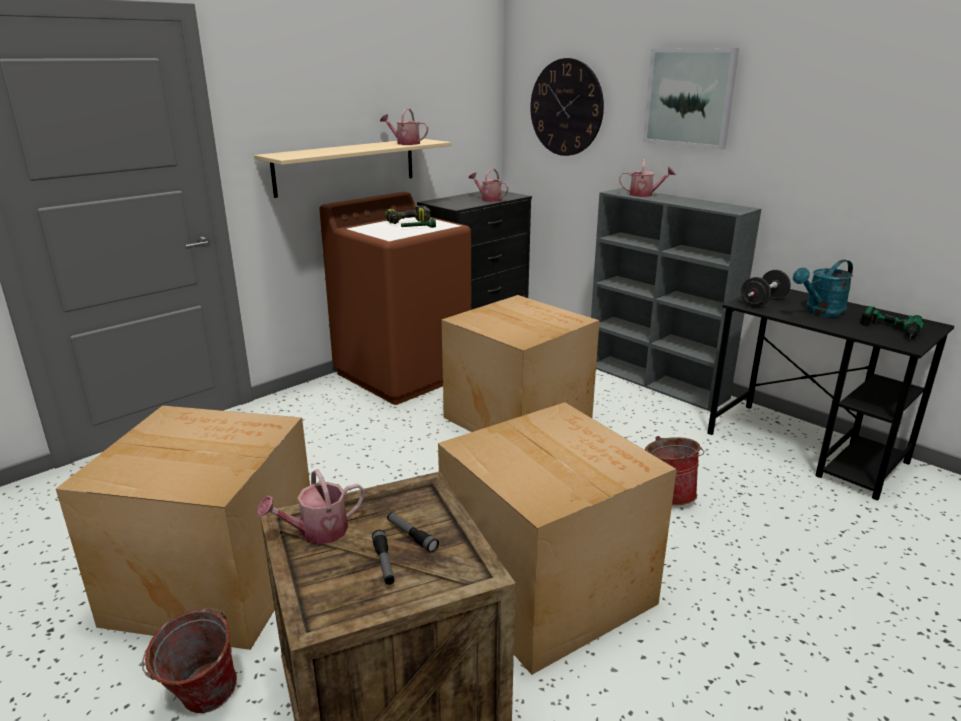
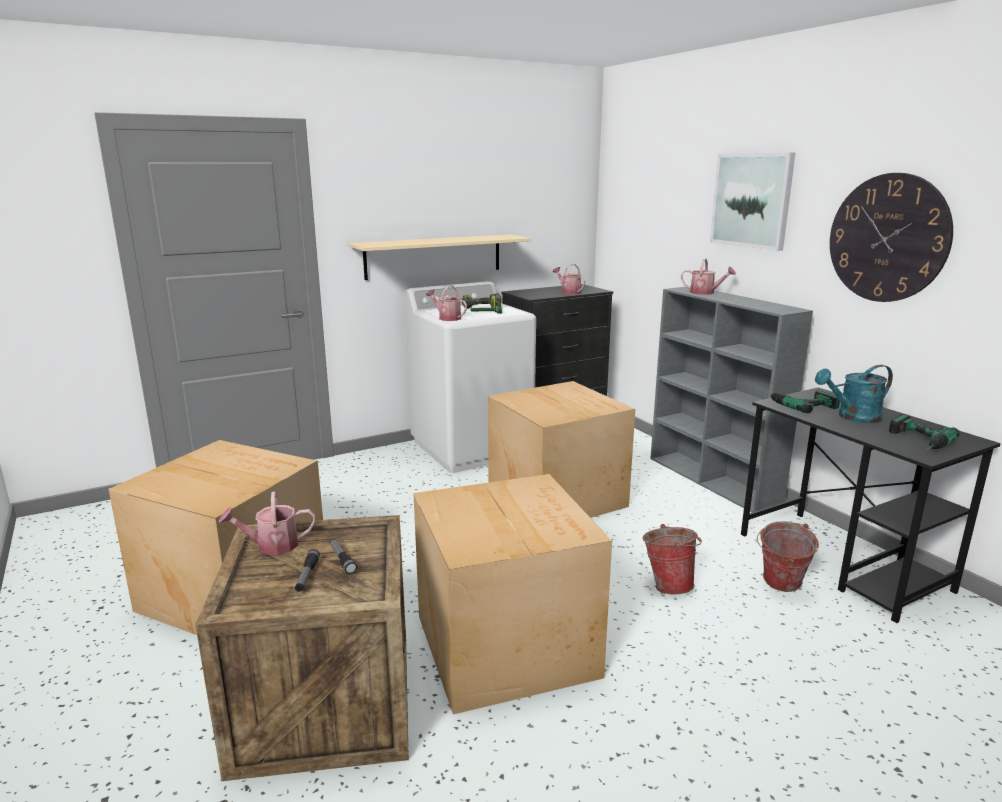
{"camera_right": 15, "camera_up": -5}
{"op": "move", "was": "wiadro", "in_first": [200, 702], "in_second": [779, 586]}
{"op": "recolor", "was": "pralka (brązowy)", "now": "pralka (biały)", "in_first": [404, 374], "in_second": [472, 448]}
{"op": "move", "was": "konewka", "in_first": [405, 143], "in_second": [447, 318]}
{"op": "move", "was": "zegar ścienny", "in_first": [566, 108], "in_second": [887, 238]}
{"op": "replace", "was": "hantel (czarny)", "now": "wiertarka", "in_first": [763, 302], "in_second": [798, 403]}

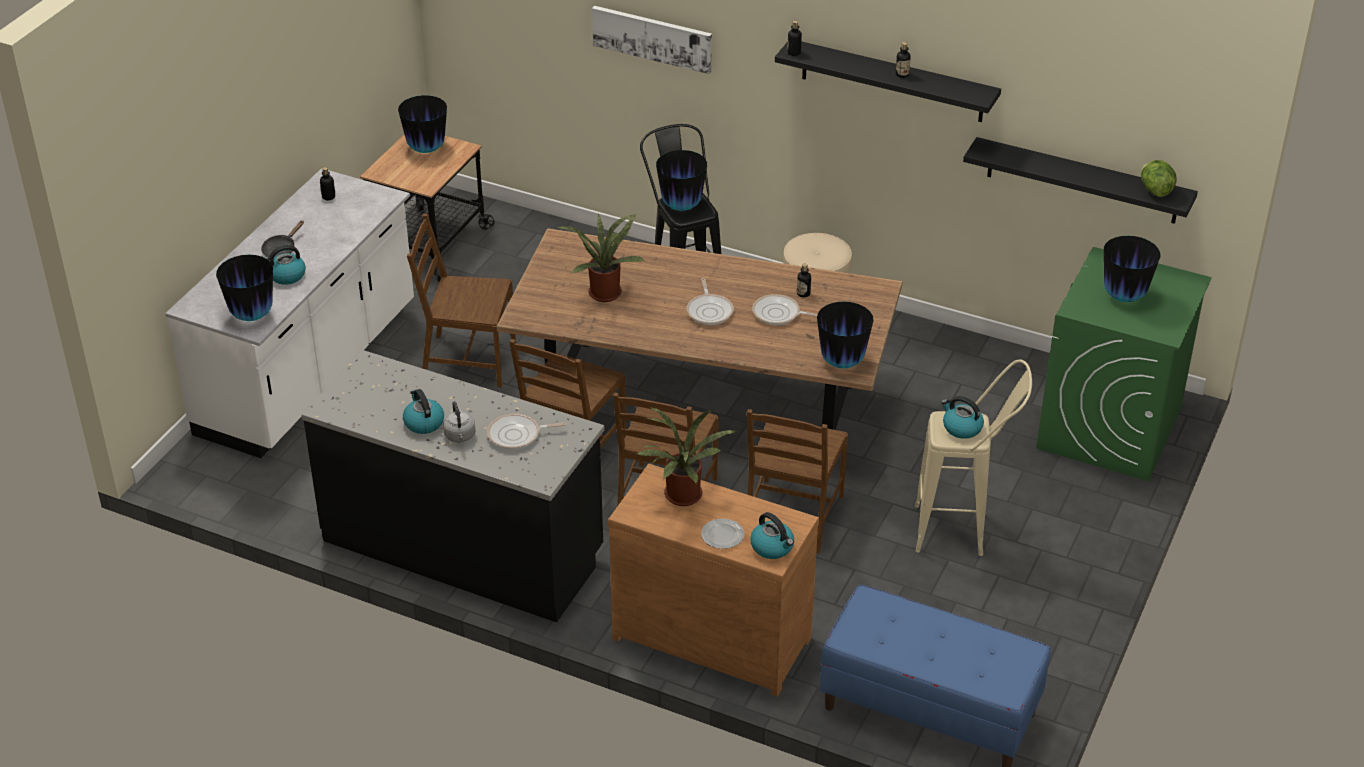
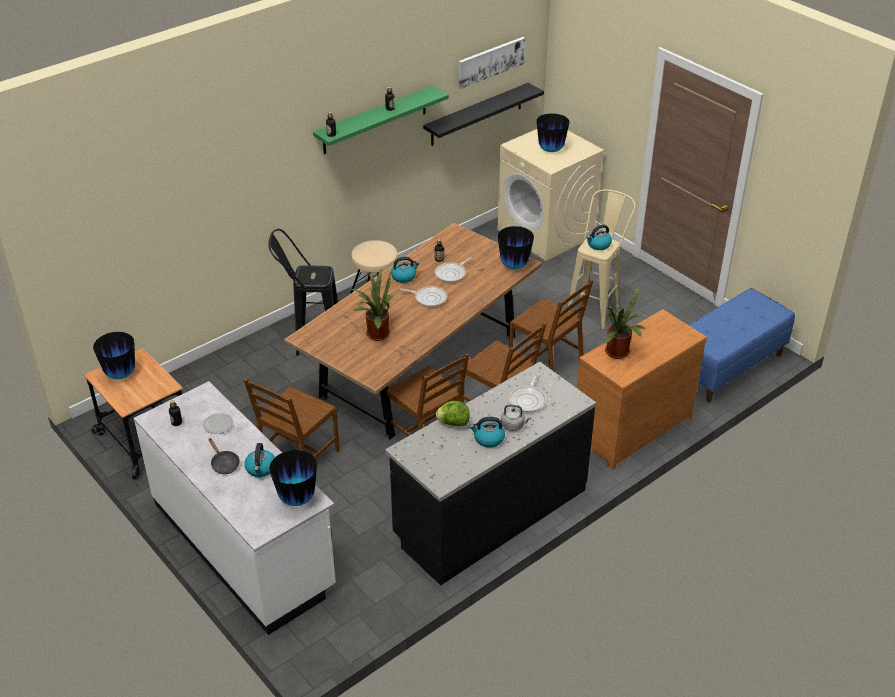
{"camera_right": -65, "camera_up": 0}
{"op": "move", "was": "obraz", "in_first": [652, 38], "in_second": [490, 61]}
{"op": "delete", "was": "wazon", "in_first": [681, 206]}
{"op": "move", "was": "talerz", "in_first": [722, 536], "in_second": [218, 425]}
{"op": "move", "was": "czajnik", "in_first": [773, 547], "in_second": [404, 277]}
{"op": "recolor", "was": "półka (czarny)", "now": "półka (zielony)", "in_first": [892, 81], "in_second": [375, 120]}
{"op": "recolor", "was": "pralka (zielony)", "now": "pralka (beżowy)", "in_first": [1109, 429], "in_second": [546, 233]}
{"op": "move", "was": "sałata", "in_first": [1155, 190], "in_second": [453, 423]}

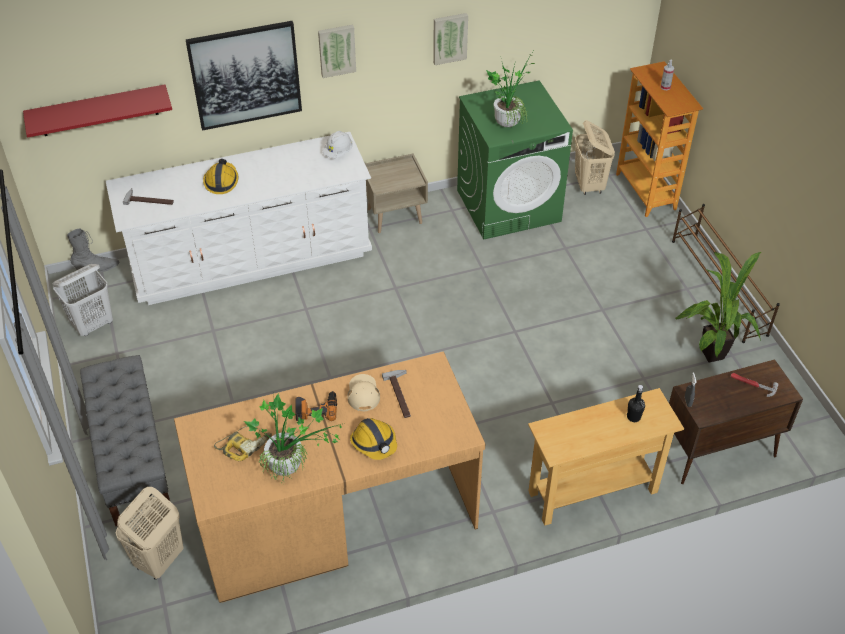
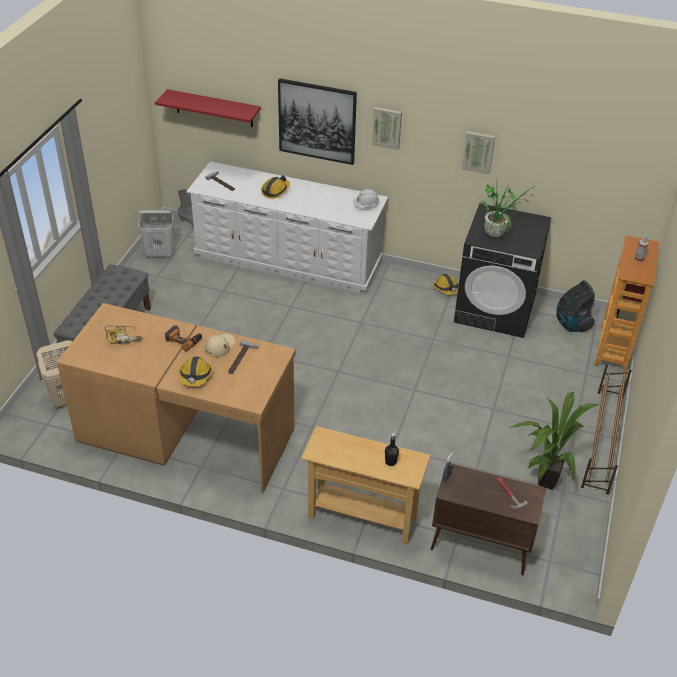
{"camera_right": 35, "camera_up": -5}
{"op": "delete", "was": "roślina doniczkowa", "in_first": [293, 465]}
{"op": "delete", "was": "szafka nocna (beżowy)", "in_first": [395, 215]}
{"op": "recolor", "was": "pralka (zielony)", "now": "pralka (czarny)", "in_first": [509, 205], "in_second": [495, 309]}
{"op": "replace", "was": "kosz na pranie (beżowy)", "now": "odkurzacz", "in_first": [589, 185], "in_second": [571, 324]}
{"op": "insert", "now": "kask", "in_second": [446, 288]}

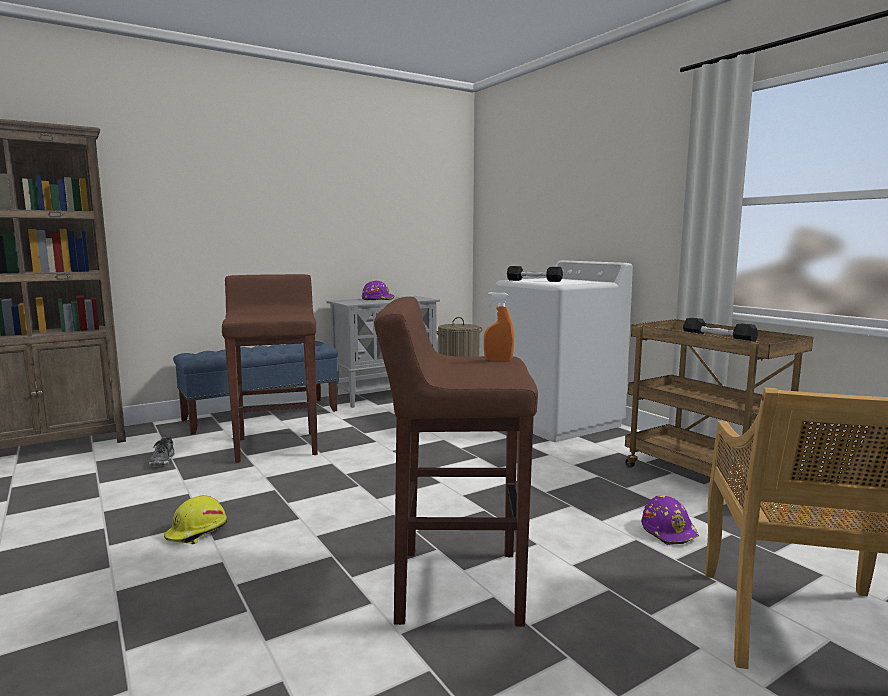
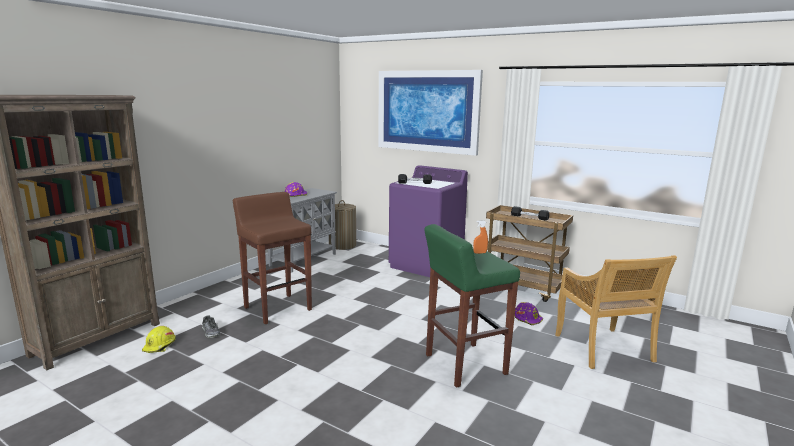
{"camera_right": -25, "camera_up": 5}
{"op": "move", "was": "kask (żółty)", "in_first": [197, 532], "in_second": [160, 346]}
{"op": "delete", "was": "ławka (niebieski)", "in_first": [261, 415]}
{"op": "recolor", "was": "stołek (brązowy)", "now": "stołek (zielony)", "in_first": [456, 586], "in_second": [464, 364]}
{"op": "recolor", "was": "pralka (biały)", "now": "pralka (fioletowy)", "in_first": [557, 422], "in_second": [426, 265]}
{"op": "insert", "now": "obraz", "in_second": [427, 111]}

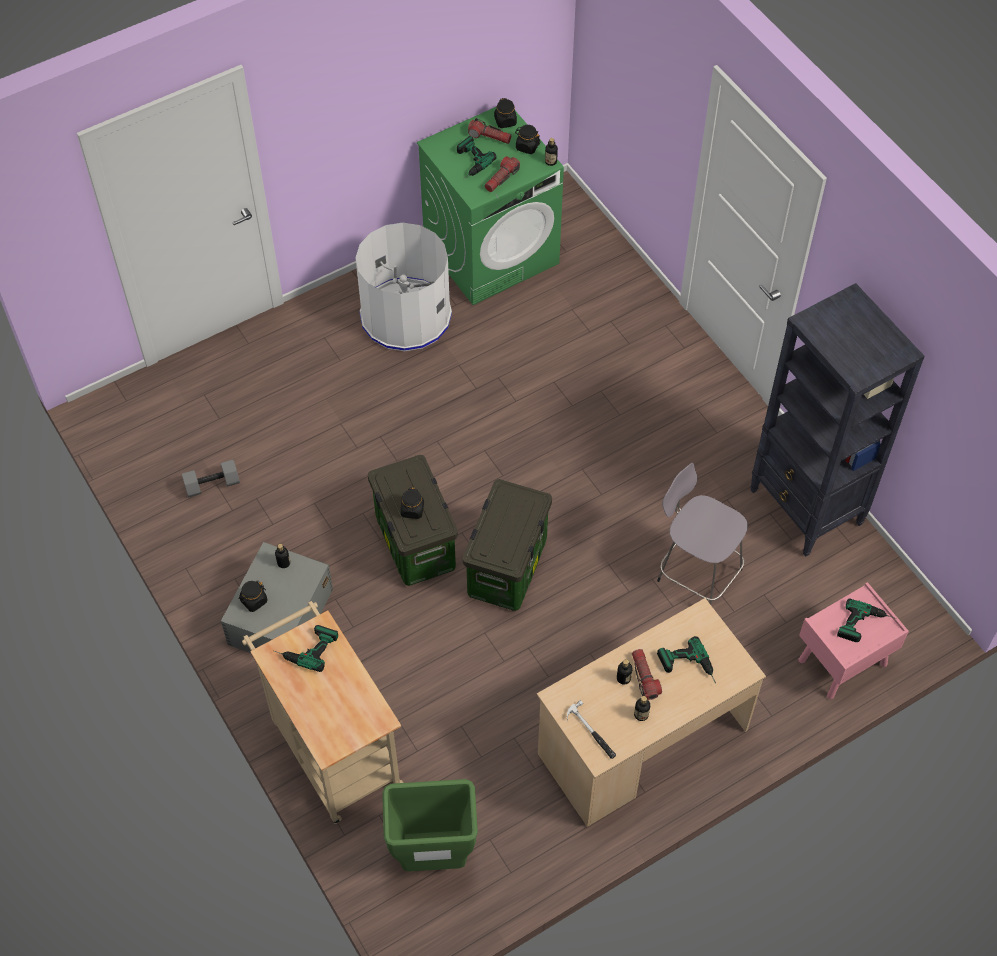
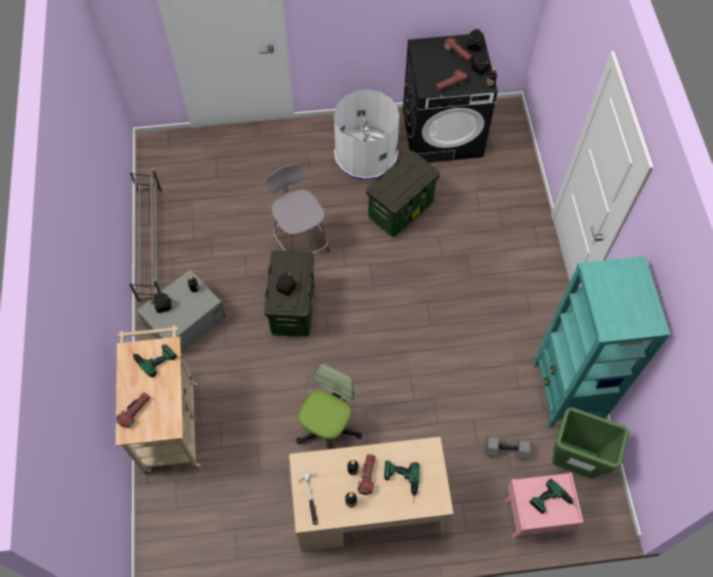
{"camera_right": 25, "camera_up": 5}
{"op": "move", "was": "hantel (szary)", "in_first": [212, 485], "in_second": [505, 450]}
{"op": "move", "was": "kosz na śmieci (zielony)", "in_first": [432, 857], "in_second": [572, 462]}
{"op": "recolor", "was": "pralka (zielony)", "now": "pralka (czarny)", "in_first": [491, 252], "in_second": [442, 133]}
{"op": "delete", "was": "wiertarka", "in_first": [468, 163]}
{"op": "move", "was": "pojemnik do przechowywania", "in_first": [507, 566], "in_second": [400, 209]}
{"op": "move", "was": "stołek (szary)", "in_first": [697, 573], "in_second": [300, 242]}
{"op": "recolor", "was": "regał (czarny)", "now": "regał (turkusowy)", "in_first": [806, 508], "in_second": [566, 393]}
{"op": "insert", "now": "latarka", "in_second": [135, 411]}
{"op": "insert", "now": "regał na buty (szary)", "in_second": [150, 243]}
{"op": "insert", "now": "krzesło biurowe", "in_second": [328, 429]}

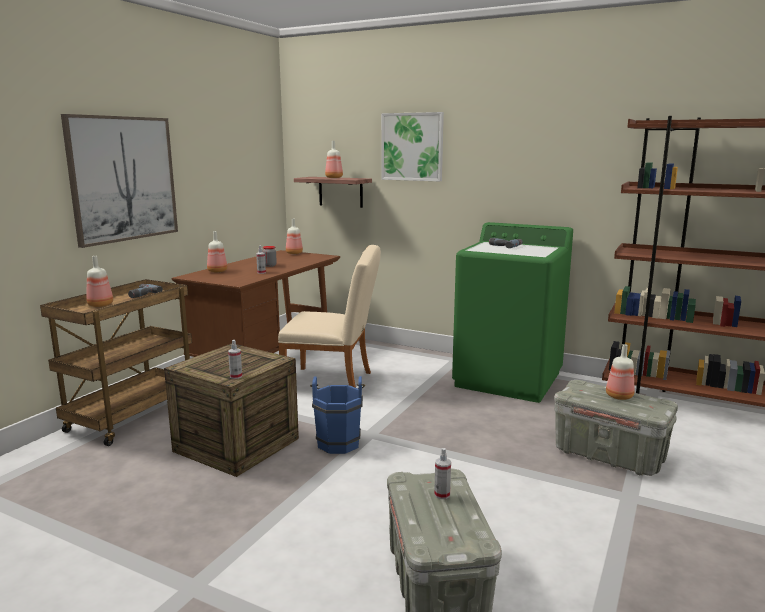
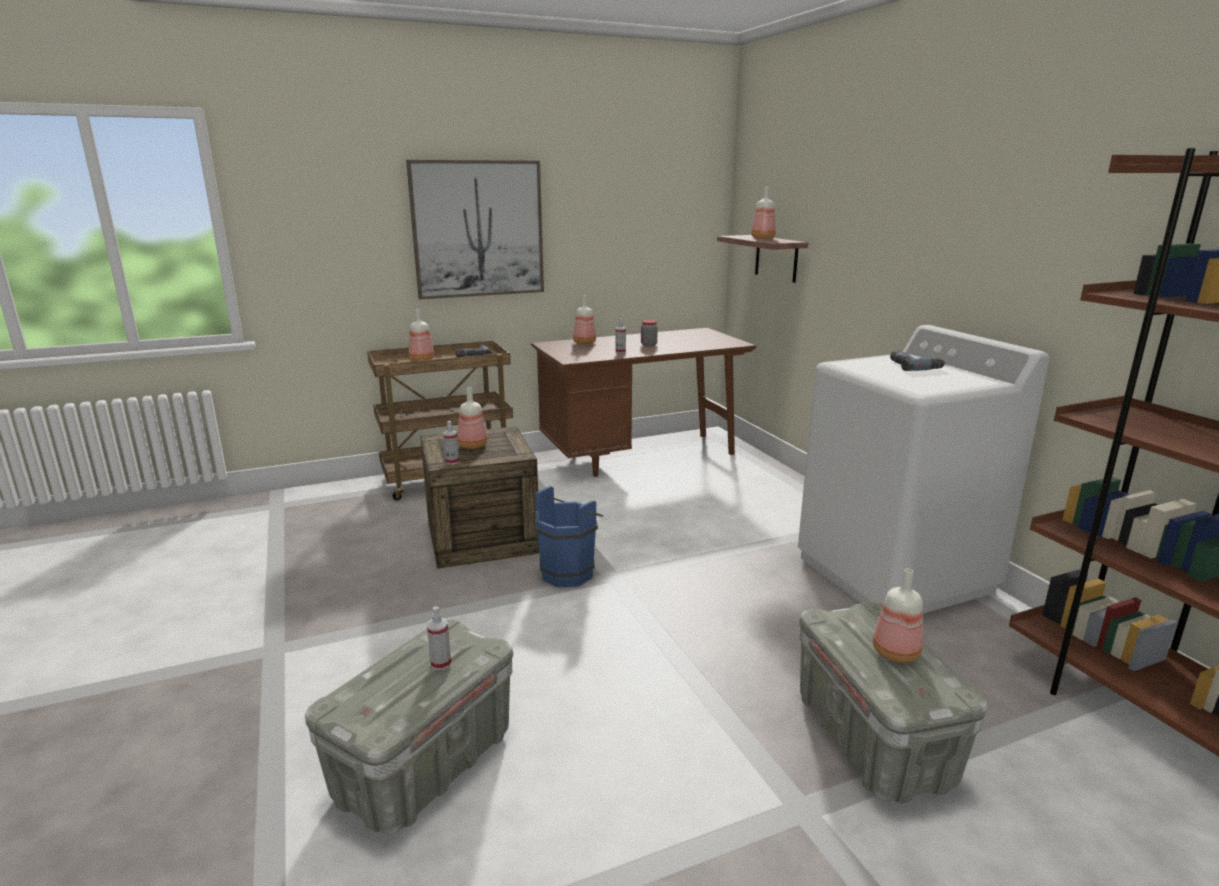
{"camera_right": 40, "camera_up": 5}
{"op": "delete", "was": "krzesło (beżowy)", "in_first": [334, 383]}
{"op": "move", "was": "butelka", "in_first": [293, 253], "in_second": [471, 446]}
{"op": "delete", "was": "obraz", "in_first": [412, 147]}
{"op": "recolor", "was": "pralka (zielony)", "now": "pralka (biały)", "in_first": [508, 379], "in_second": [894, 574]}

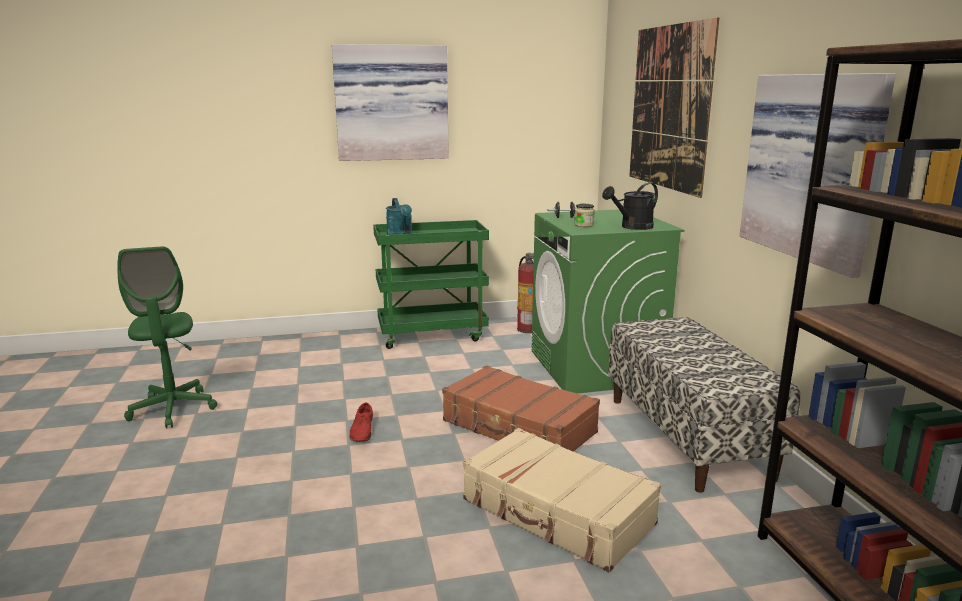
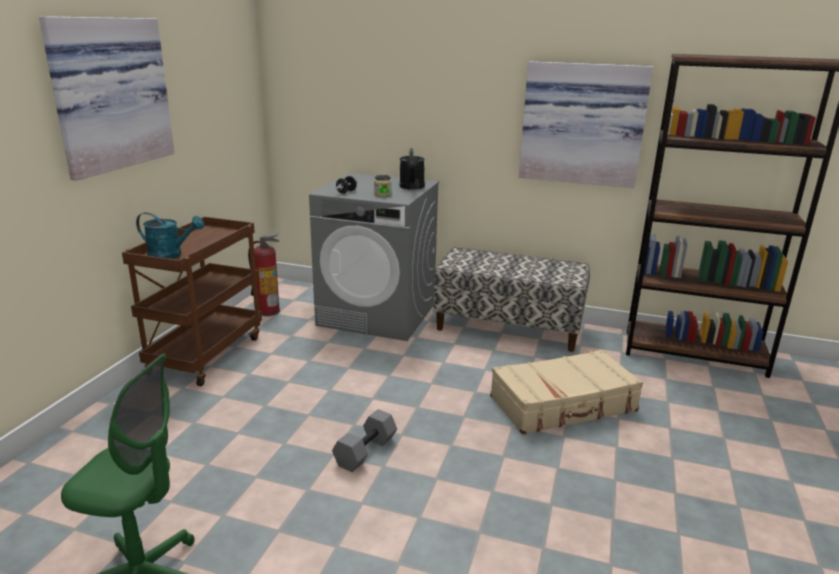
{"camera_right": -60, "camera_up": 5}
{"op": "replace", "was": "but (czerwony)", "now": "hantel (szary)", "in_first": [362, 431], "in_second": [365, 451]}
{"op": "recolor", "was": "wózek (zielony)", "now": "wózek (brązowy)", "in_first": [433, 335], "in_second": [206, 354]}
{"op": "delete", "was": "walizka (brązowy)", "in_first": [518, 427]}
{"op": "recolor", "was": "pralka (zielony)", "now": "pralka (szary)", "in_first": [596, 367], "in_second": [378, 314]}
{"op": "delete", "was": "obraz", "in_first": [668, 108]}

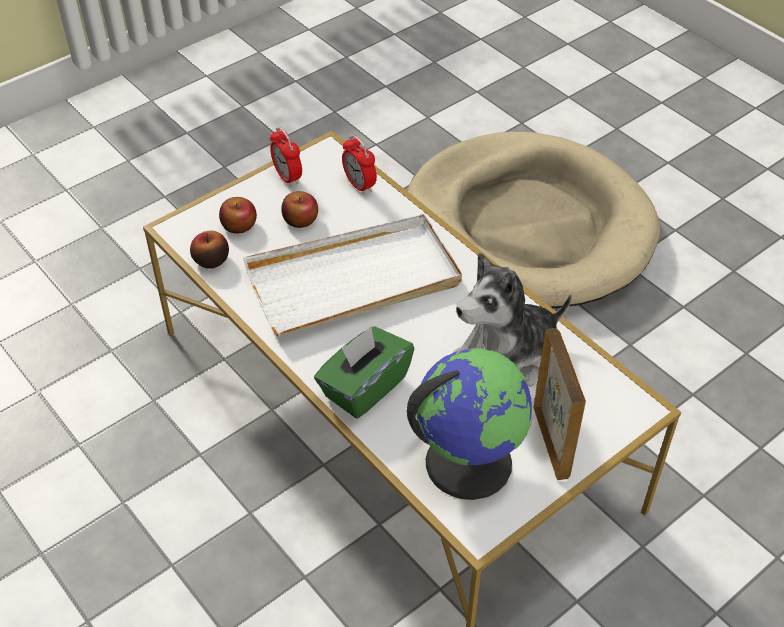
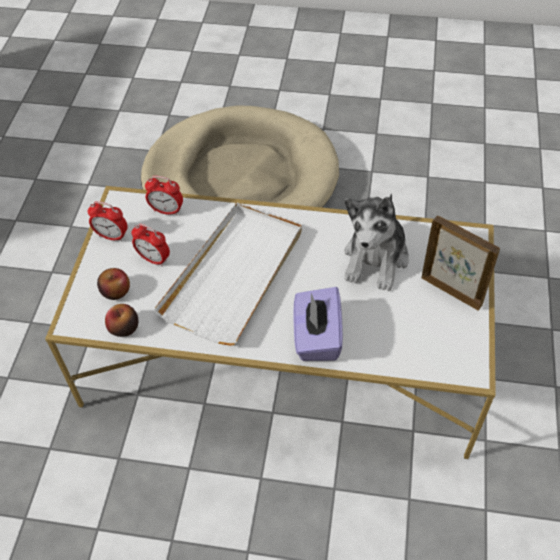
{"camera_right": -40, "camera_up": 5}
{"op": "replace", "was": "jabłko", "now": "budzik", "in_first": [300, 220], "in_second": [154, 259]}
{"op": "recolor", "was": "pudełko chusteczek (zielony)", "now": "pudełko chusteczek (fioletowy)", "in_first": [364, 387], "in_second": [316, 337]}
{"op": "delete", "was": "globus", "in_first": [468, 461]}

